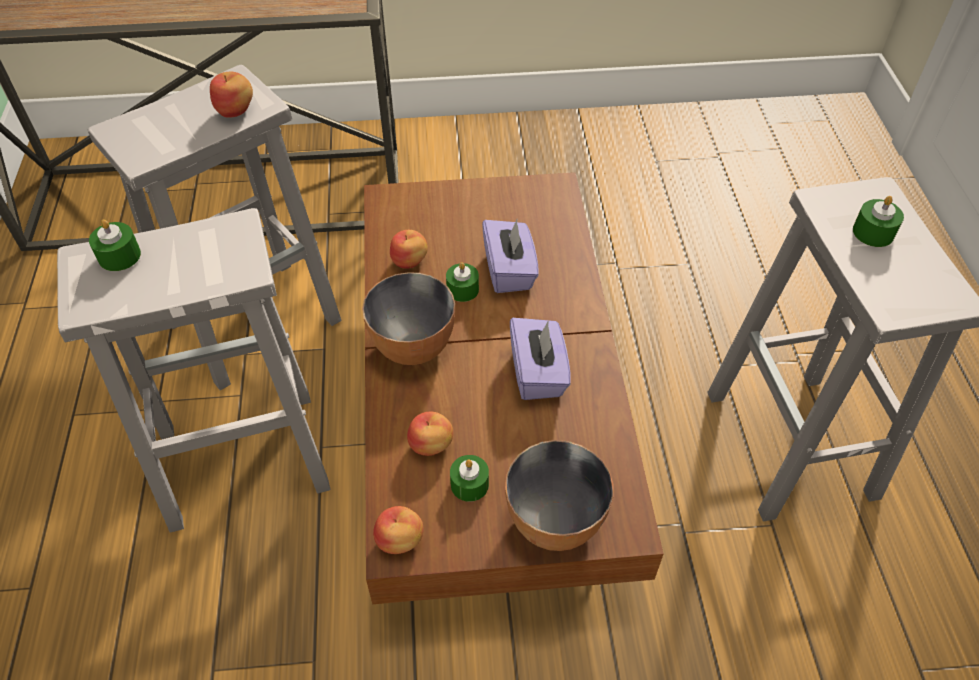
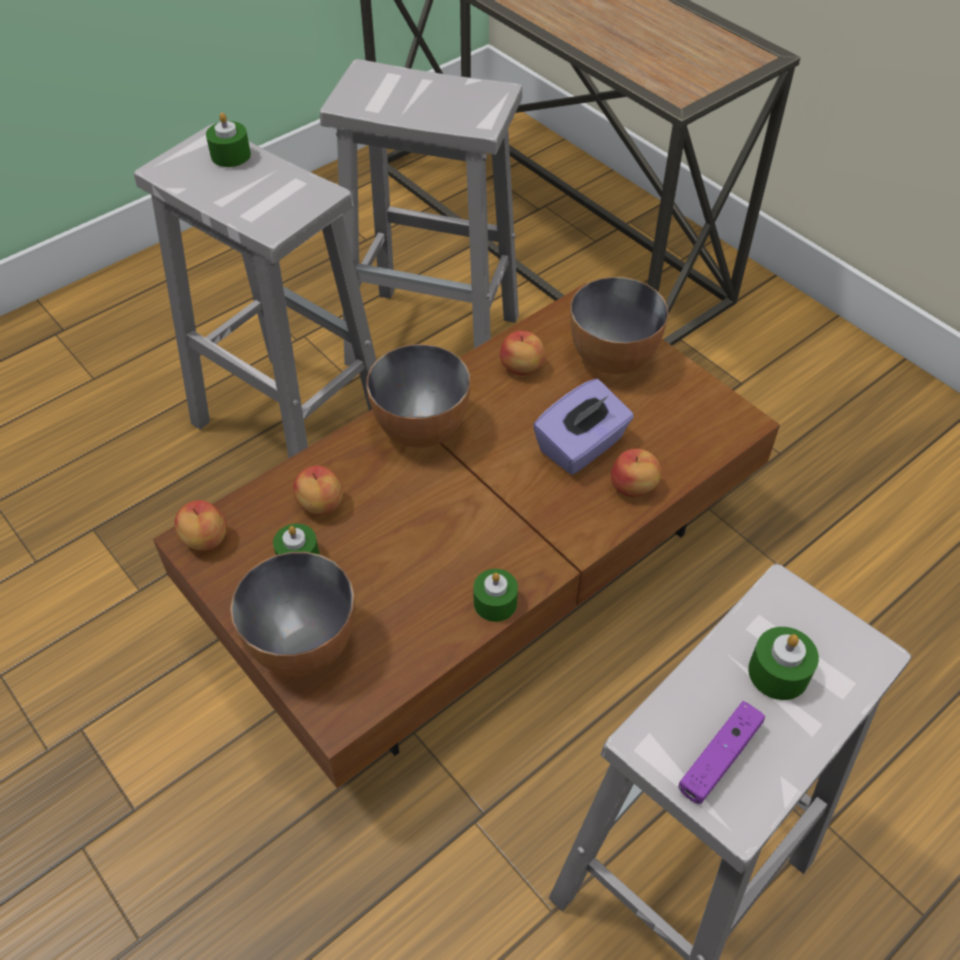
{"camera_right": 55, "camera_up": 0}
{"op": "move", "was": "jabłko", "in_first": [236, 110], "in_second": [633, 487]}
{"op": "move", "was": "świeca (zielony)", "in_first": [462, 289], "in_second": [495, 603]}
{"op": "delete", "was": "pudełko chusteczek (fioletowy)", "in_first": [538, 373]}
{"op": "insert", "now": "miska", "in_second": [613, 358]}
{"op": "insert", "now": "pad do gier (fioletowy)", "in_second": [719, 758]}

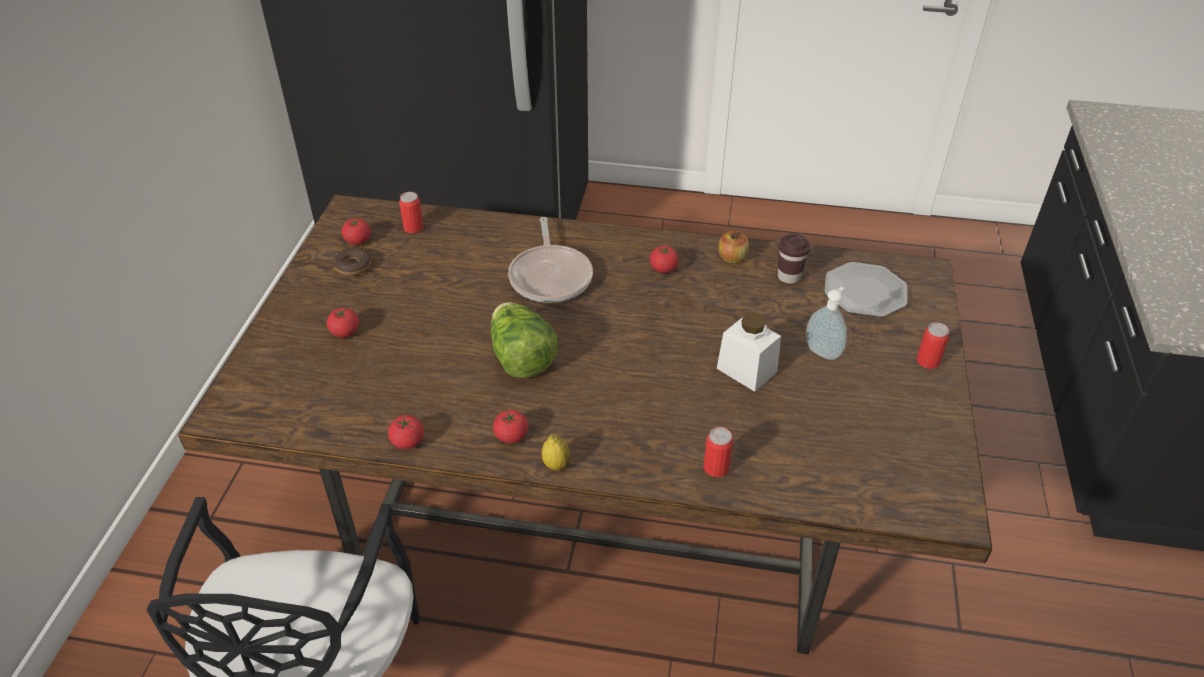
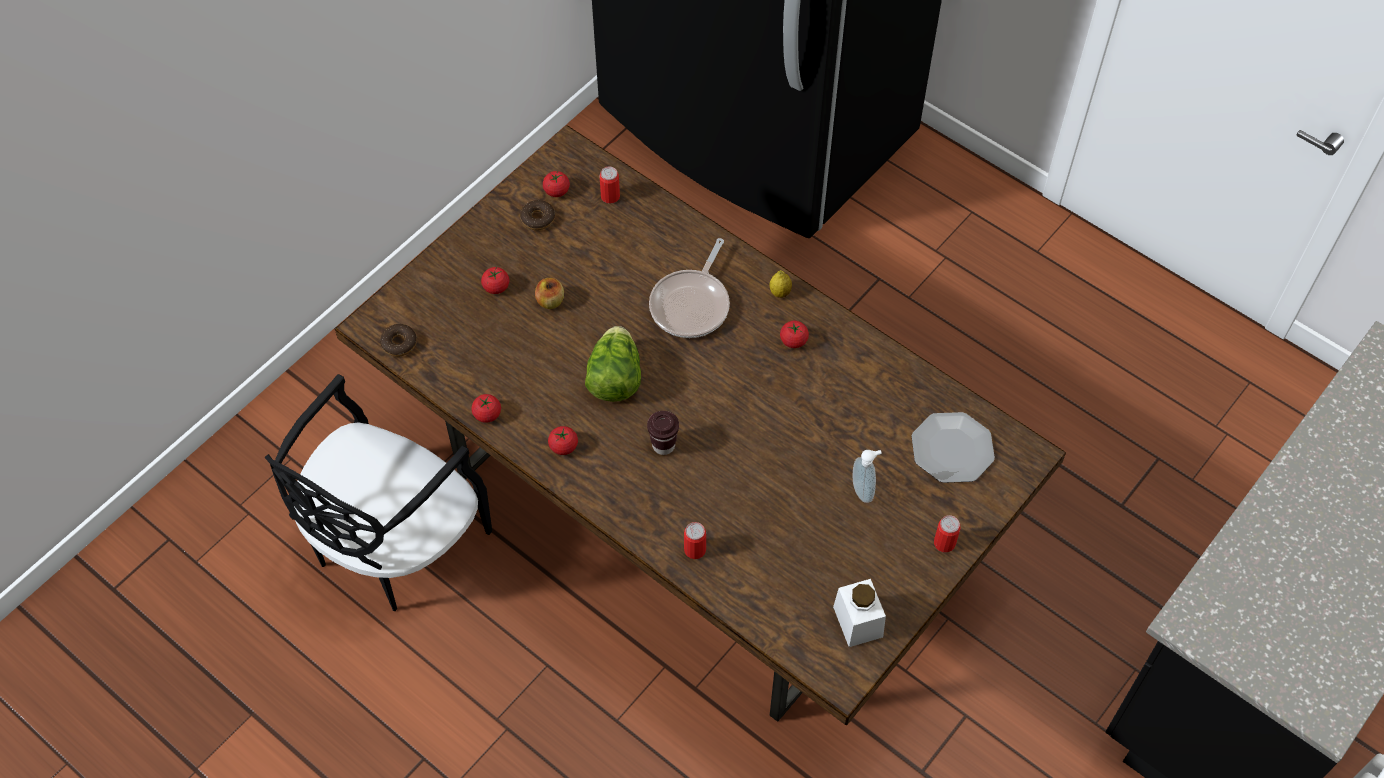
{"camera_right": 30, "camera_up": 15}
{"op": "move", "was": "cytryna", "in_first": [556, 464], "in_second": [780, 292]}
{"op": "move", "was": "słoik (biały)", "in_first": [746, 370], "in_second": [858, 622]}
{"op": "move", "was": "jabłko", "in_first": [732, 258], "in_second": [550, 301]}
{"op": "move", "was": "filiżanka (brązowy)", "in_first": [788, 277], "in_second": [663, 445]}
{"op": "insert", "now": "donut", "in_second": [399, 343]}

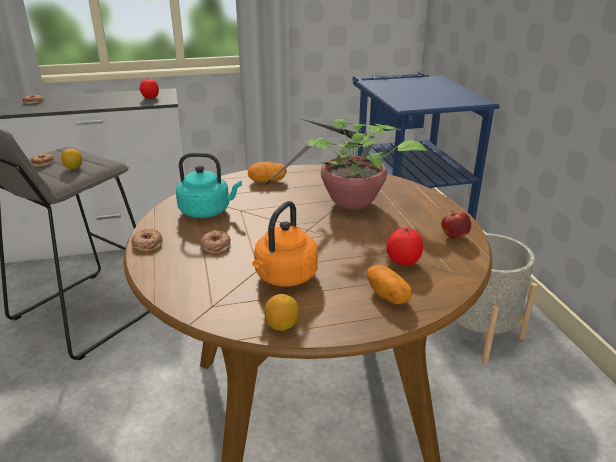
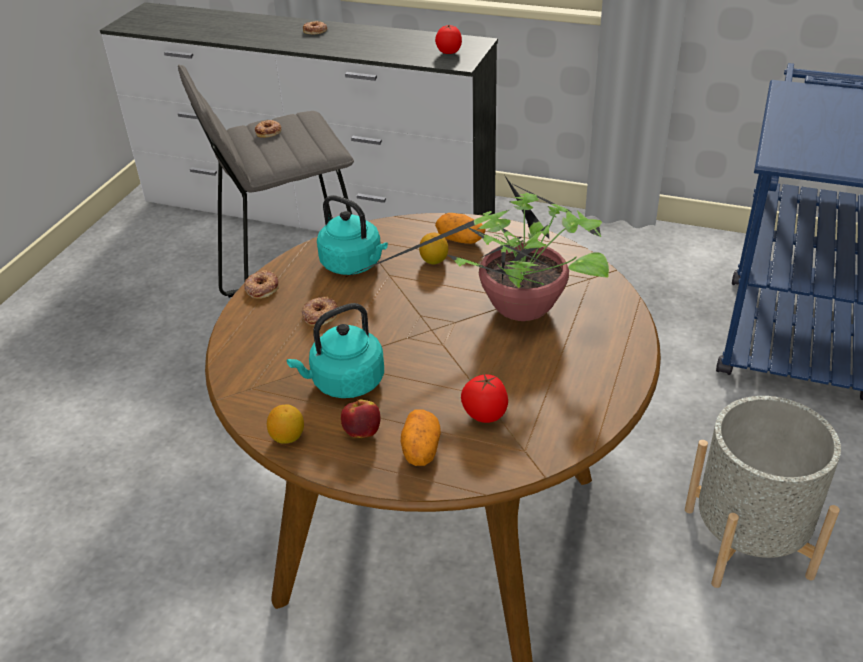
{"camera_right": 35, "camera_up": 10}
{"op": "move", "was": "cytryna", "in_first": [73, 168], "in_second": [434, 261]}
{"op": "recolor", "was": "czajnik (pomarańczowy)", "now": "czajnik (turkusowy)", "in_first": [284, 277], "in_second": [344, 383]}
{"op": "move", "was": "jabłko", "in_first": [454, 236], "in_second": [362, 432]}

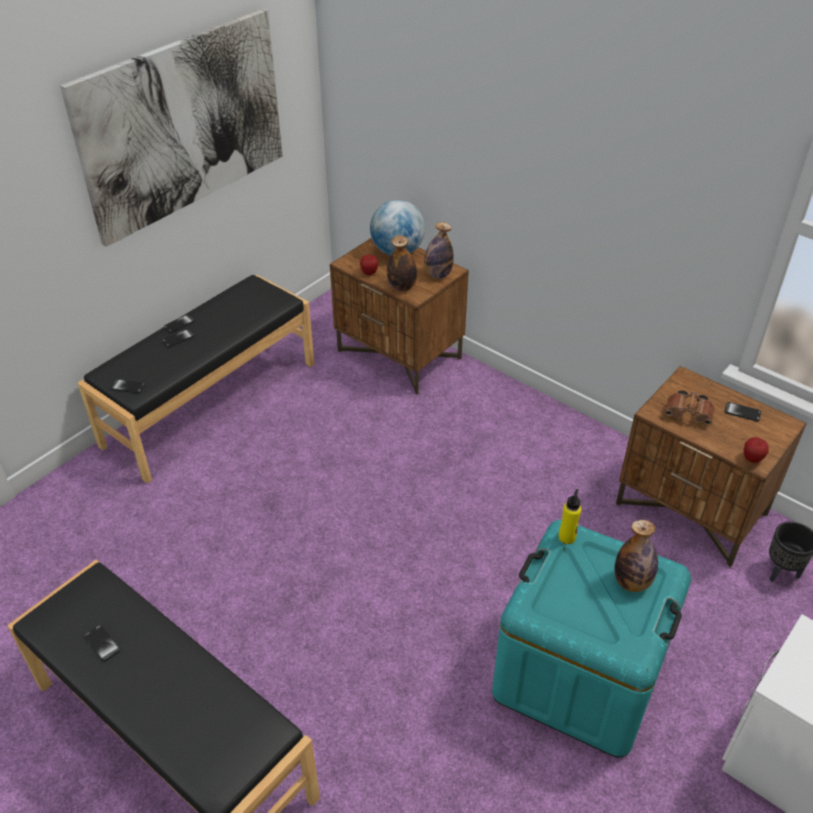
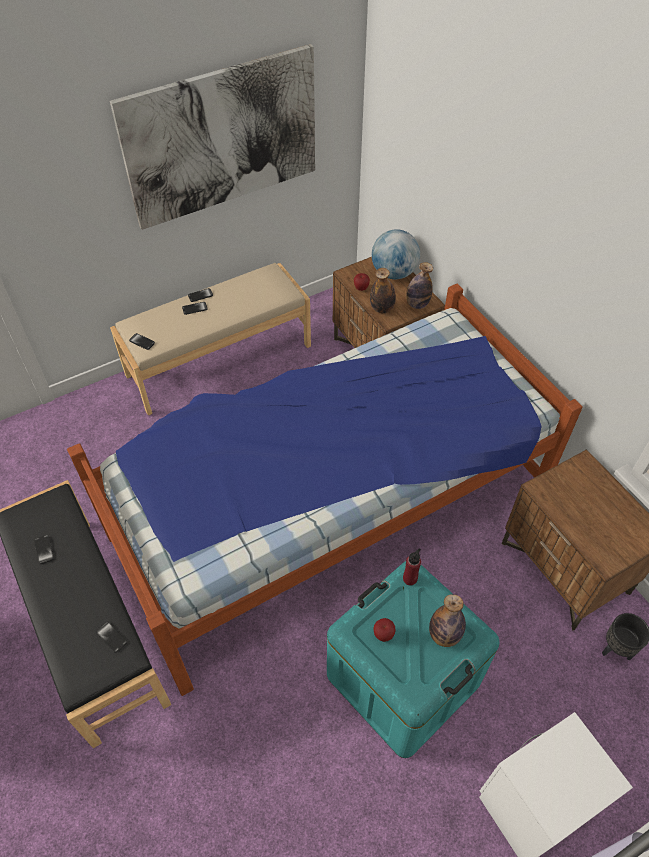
{"camera_right": 20, "camera_up": 10}
{"op": "recolor", "was": "ławka (czarny)", "now": "ławka (beżowy)", "in_first": [210, 403], "in_second": [218, 359]}
{"op": "recolor", "was": "butelka (żółty)", "now": "butelka (czerwony)", "in_first": [567, 537], "in_second": [410, 578]}
{"op": "delete", "was": "lornetka (brązowy)", "in_first": [689, 415]}
{"op": "move", "was": "telefon", "in_first": [742, 412], "in_second": [111, 637]}
{"op": "move", "was": "jabłko", "in_first": [752, 459], "in_second": [383, 635]}
{"op": "insert", "now": "łóżko", "in_second": [327, 512]}

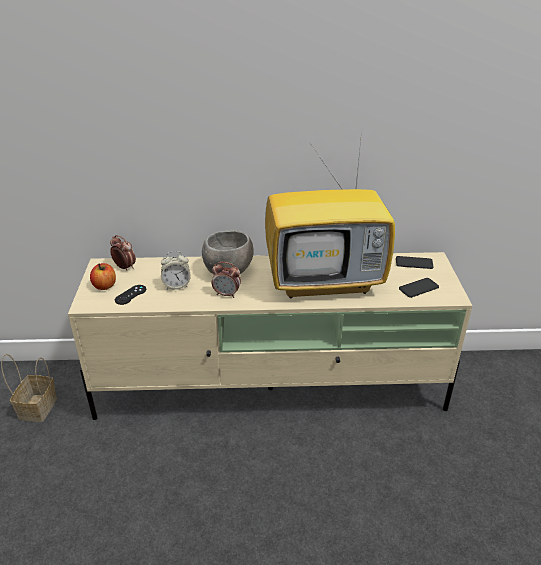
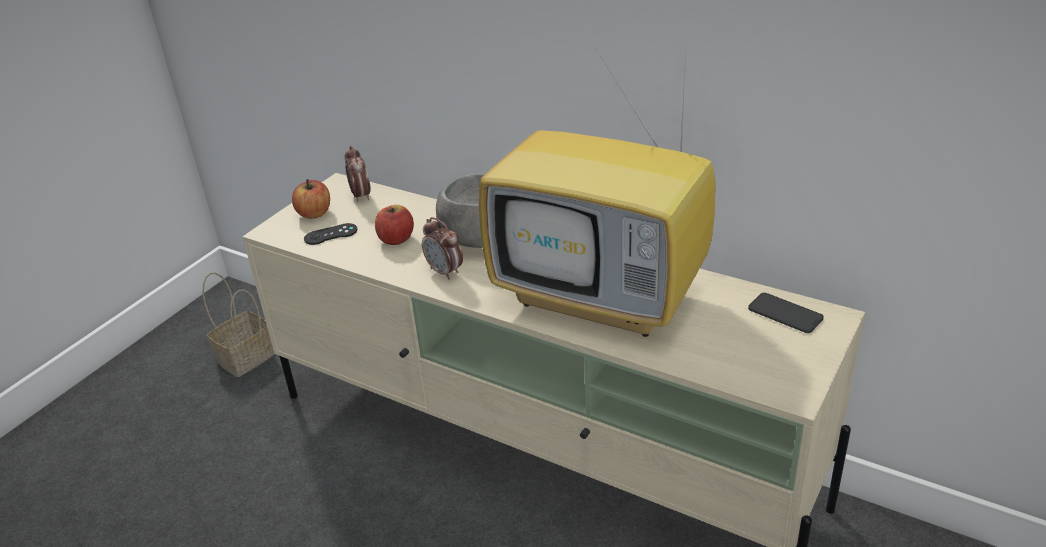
{"camera_right": 35, "camera_up": 0}
{"op": "replace", "was": "budzik", "now": "jabłko", "in_first": [177, 285], "in_second": [396, 239]}
{"op": "delete", "was": "telefon", "in_first": [418, 288]}

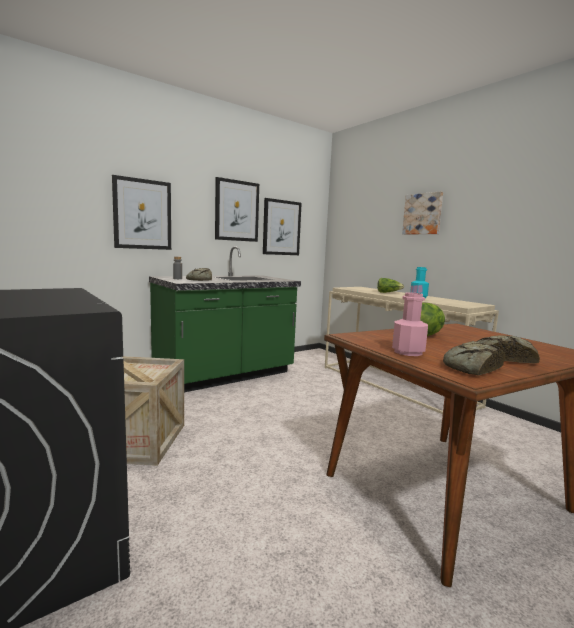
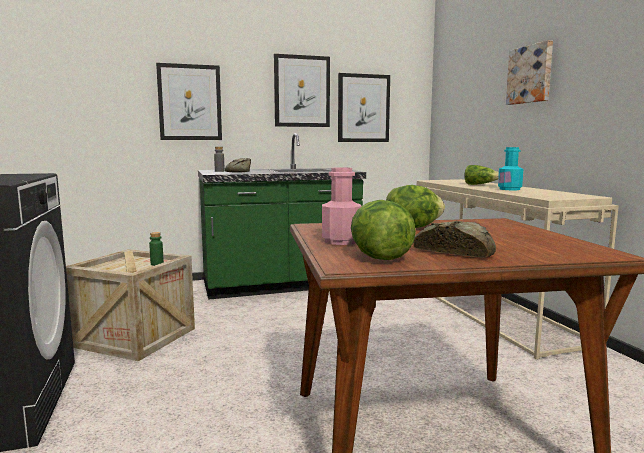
{"camera_right": 20, "camera_up": 0}
{"op": "replace", "was": "chleb", "now": "sałata", "in_first": [471, 368], "in_second": [379, 257]}
{"op": "insert", "now": "butelka (zielony)", "in_second": [157, 264]}

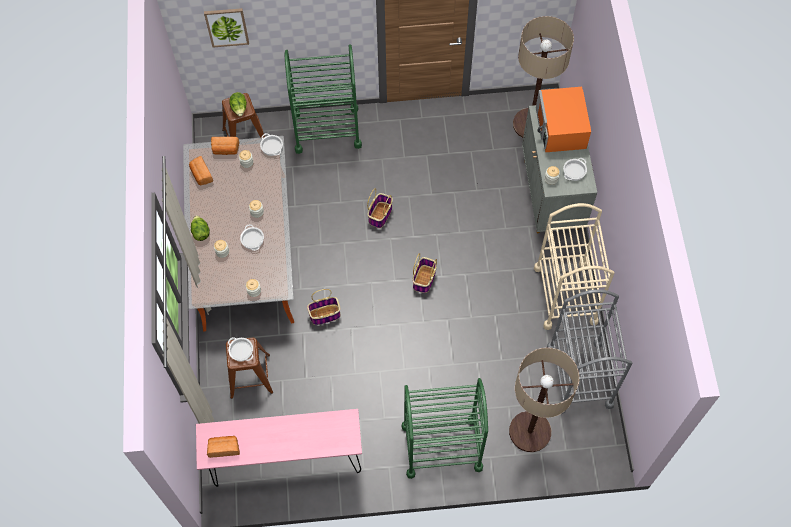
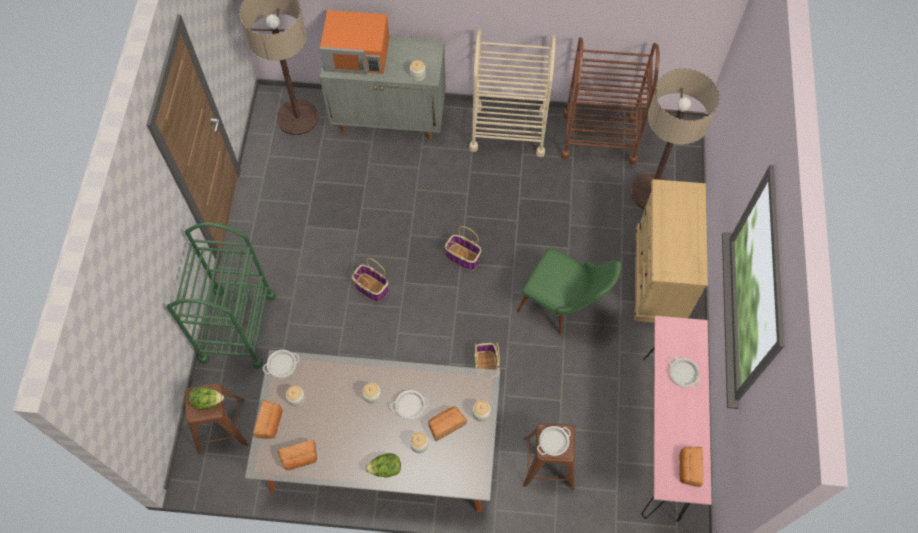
{"camera_right": -80, "camera_up": 0}
{"op": "delete", "was": "obraz", "in_first": [227, 27]}
{"op": "replace", "was": "wózek (zielony)", "now": "komoda (beżowy)", "in_first": [441, 447], "in_second": [659, 276]}
{"op": "recolor", "was": "wózek (szary)", "now": "wózek (brązowy)", "in_first": [579, 376], "in_second": [599, 137]}
{"op": "move", "was": "garnek", "in_first": [574, 171], "in_second": [683, 374]}
{"op": "insert", "now": "chleb", "in_second": [446, 425]}
{"op": "insert", "now": "krzesło (zielony)", "in_second": [563, 306]}

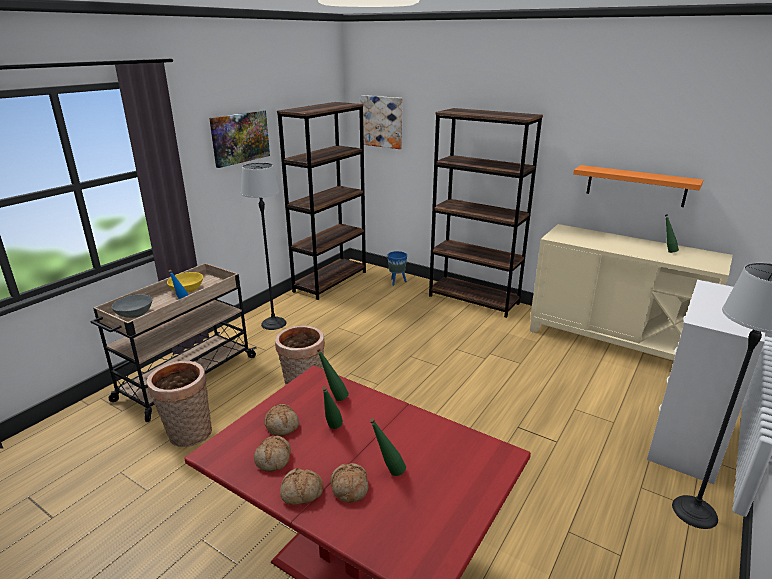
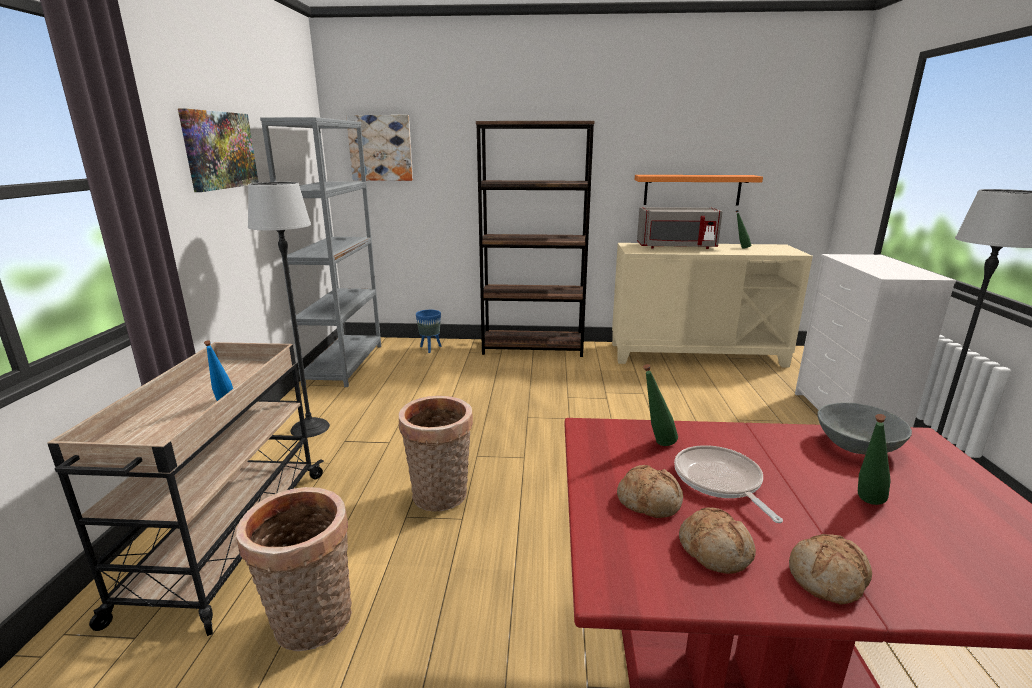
{"camera_right": -30, "camera_up": -5}
{"op": "move", "was": "miska (szary)", "in_first": [135, 314], "in_second": [856, 445]}
{"op": "delete", "was": "miska (żółty)", "in_first": [187, 289]}
{"op": "recolor", "was": "regał (brązowy)", "now": "regał (szary)", "in_first": [330, 281], "in_second": [344, 364]}
{"op": "replace", "was": "butelka (zielony)", "now": "patelnia", "in_first": [332, 430], "in_second": [719, 482]}
{"op": "delete", "was": "chleb", "in_first": [349, 488]}
{"op": "insert", "now": "mikrofalówka (szary)", "in_second": [676, 247]}

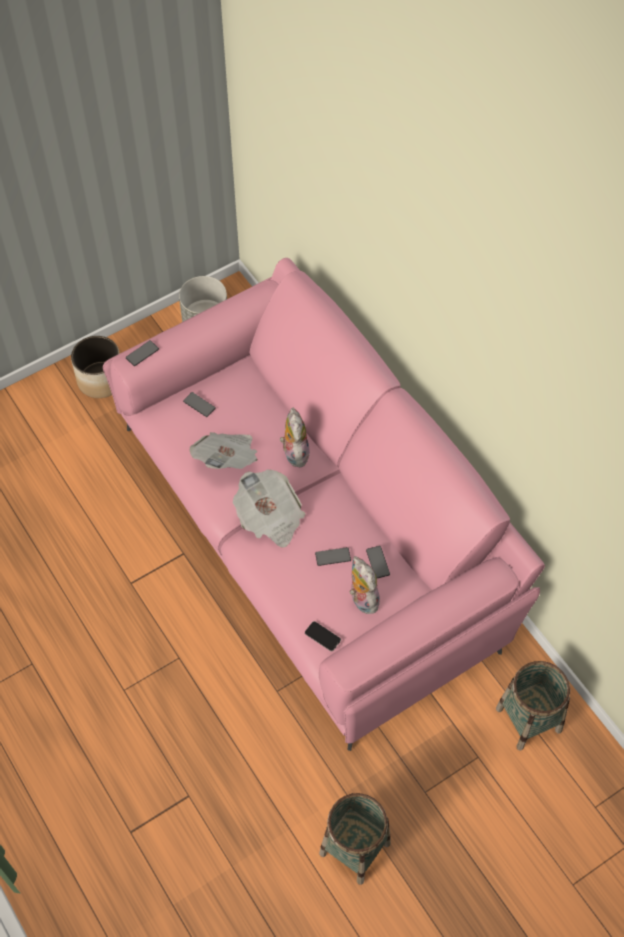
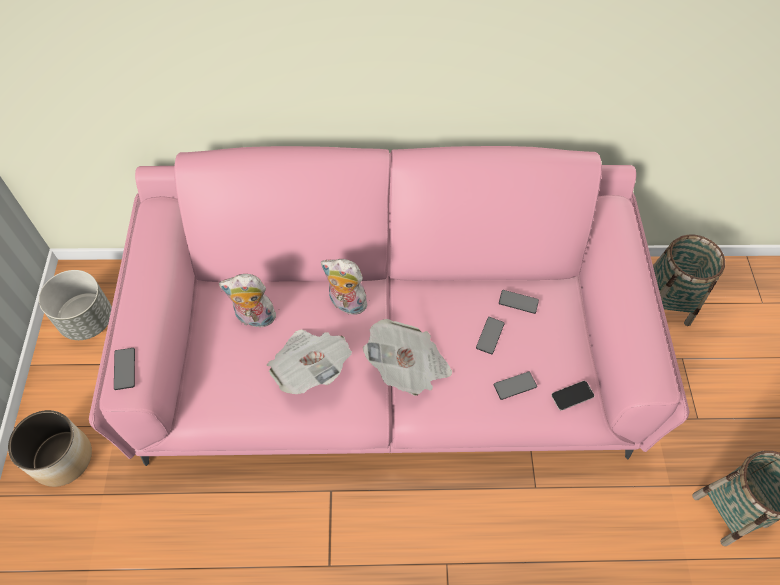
{"camera_right": -60, "camera_up": 0}
{"op": "move", "was": "telefon", "in_first": [199, 405], "in_second": [515, 386]}
{"op": "move", "was": "pluszak", "in_first": [362, 599], "in_second": [254, 318]}

